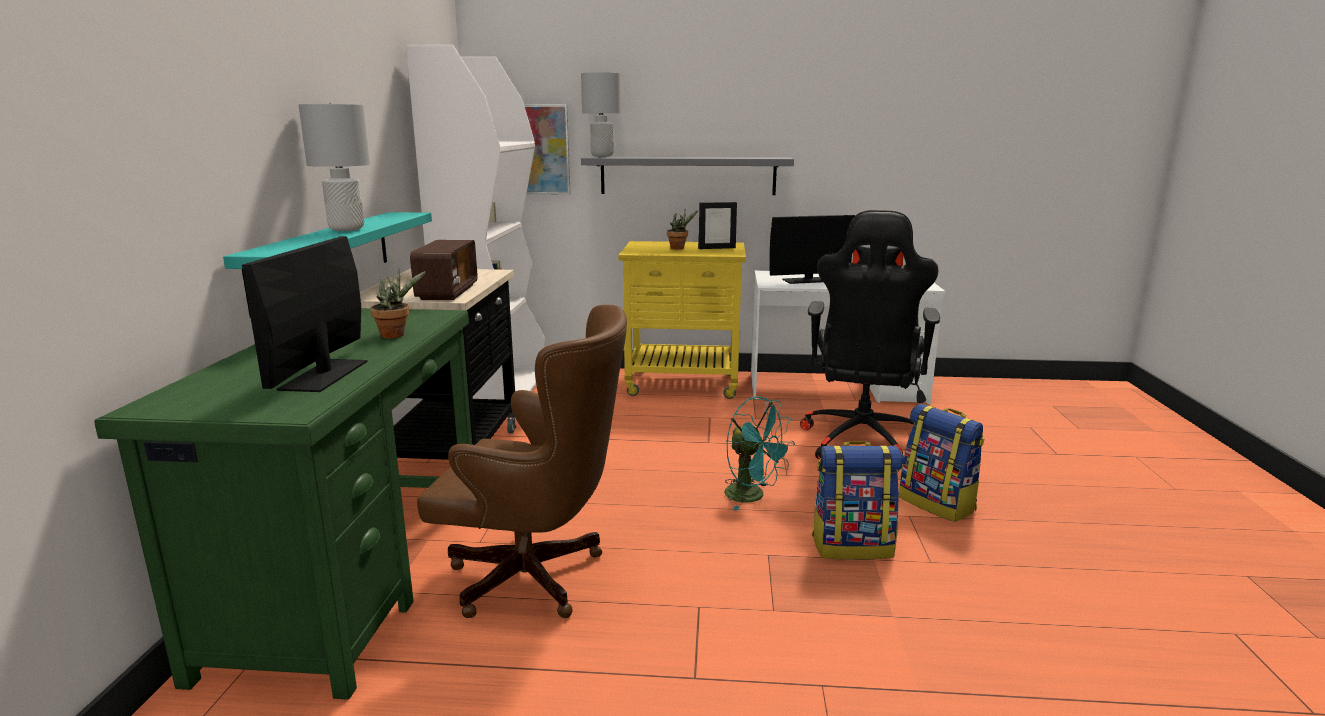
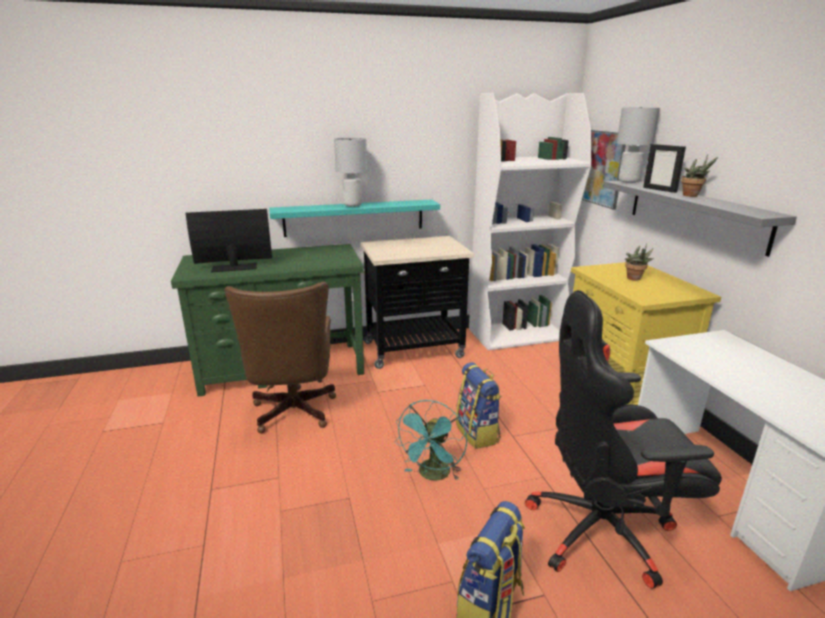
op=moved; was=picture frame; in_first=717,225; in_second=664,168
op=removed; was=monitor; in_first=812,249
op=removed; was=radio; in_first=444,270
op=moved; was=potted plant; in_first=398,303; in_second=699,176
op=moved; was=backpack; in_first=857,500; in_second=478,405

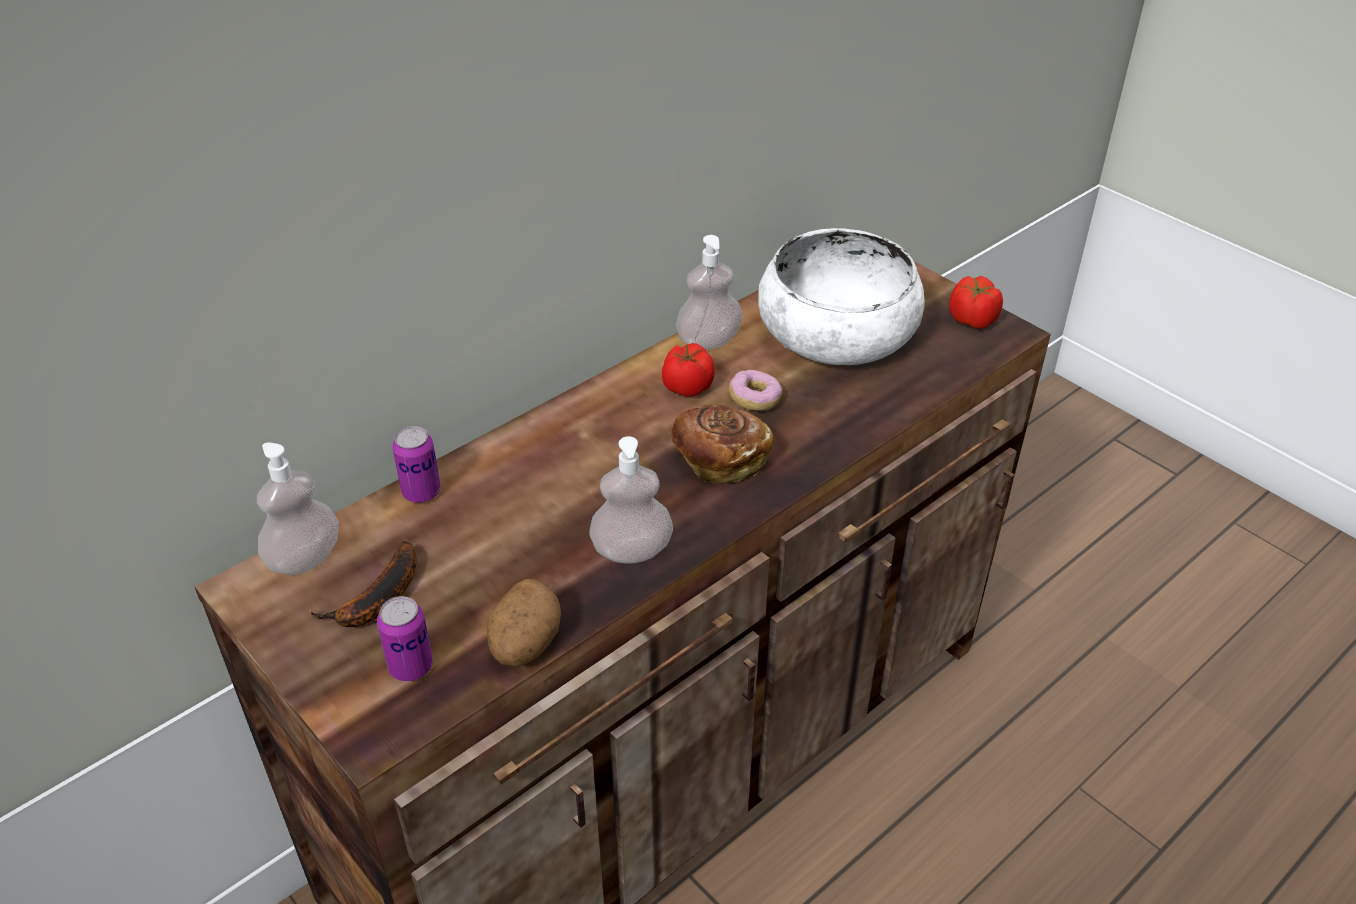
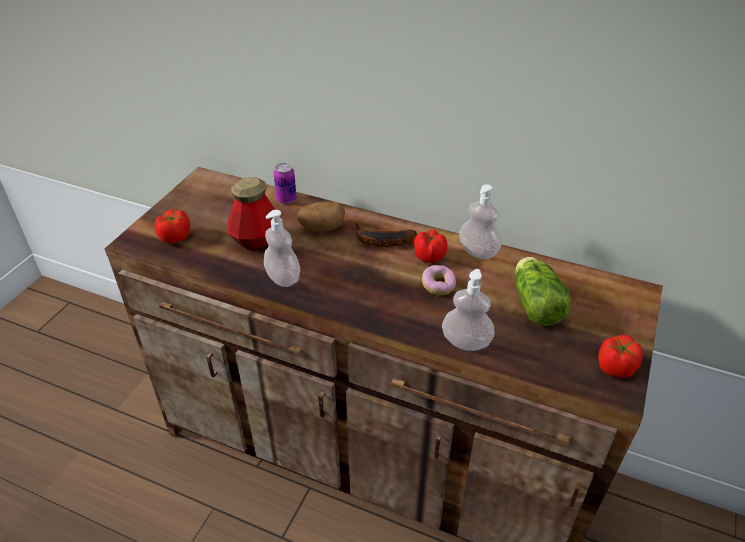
op=replaced; was=bowl in white; now=lettuce; in_first=841,296; in_second=543,291
op=removed; was=bread; in_first=722,444
op=moved; was=soap dispenser; in_first=298,508; in_second=468,310
op=moved; was=banana; in_first=362,584; in_second=386,234
op=moved; was=potato; in_first=524,622; in_second=321,217
op=replaced; was=can; now=tomato; in_first=405,638; in_second=172,226
op=added; now=bottle; in_second=253,213

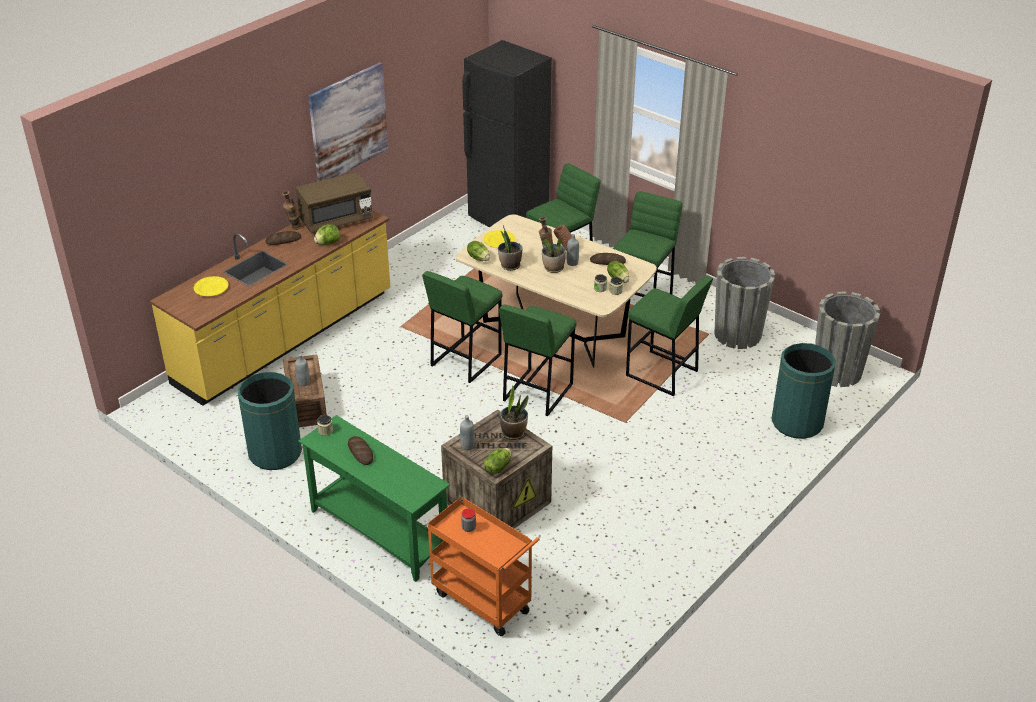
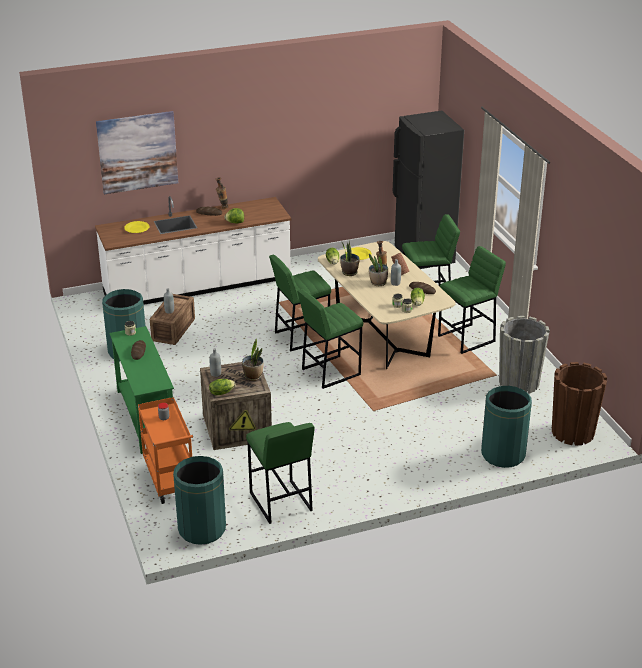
op=moved; was=picture; in_first=348,121; in_second=137,152
op=removed; was=microwave in brown; in_first=334,202
op=recoloured; was=counter in yellow; now=counter in white; in_first=270,308; in_second=193,250
op=moved; was=stool in green; in_first=669,336; in_second=280,473
op=recoloured; was=planter in grey; now=planter in brown; in_first=847,339; in_second=579,404
op=added; now=trash can in green; in_second=199,500

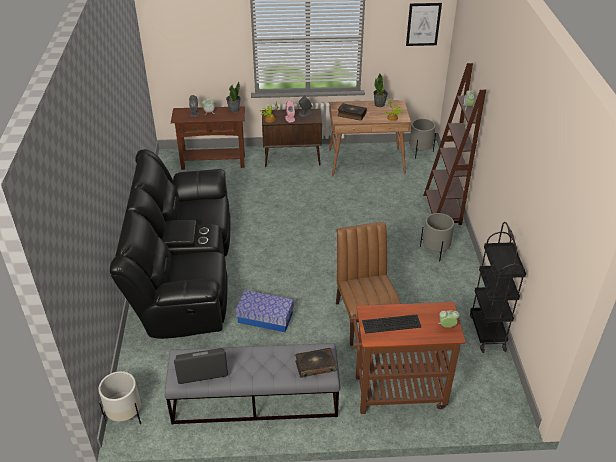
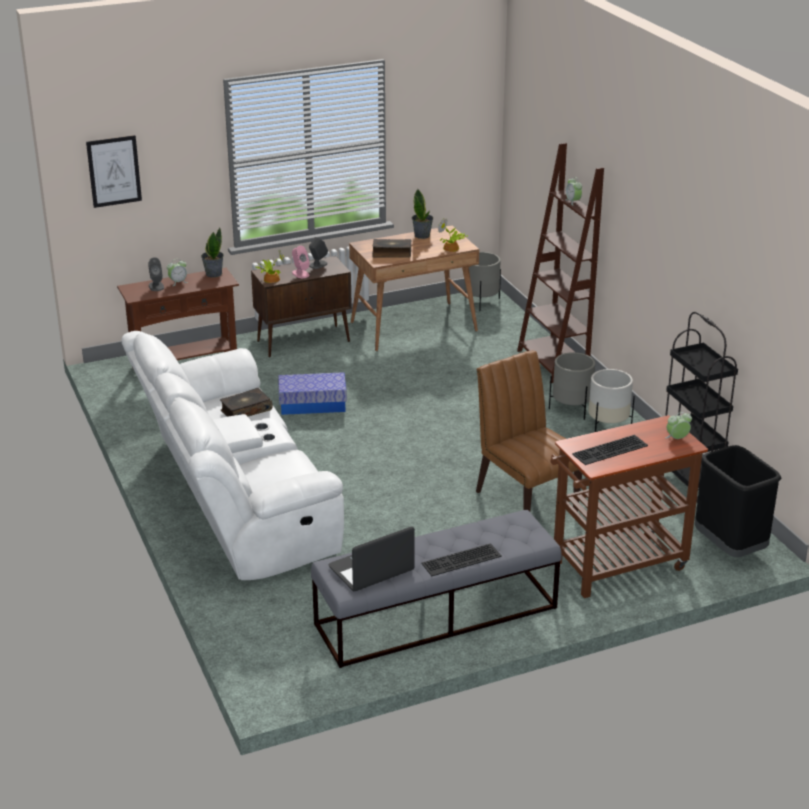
op=moved; was=picture; in_first=424,24; in_second=114,171
op=recoloured; was=sofa in black; now=sofa in white; in_first=170,244; in_second=233,455
op=moved; was=storage box; in_first=264,311; in_second=312,393
op=moved; was=book; in_first=316,363; in_second=246,402
op=moved; was=planter in white; in_first=119,397; in_second=611,400
op=added; now=trash can in black; in_second=738,501
op=added; now=keyboard; in_second=461,559

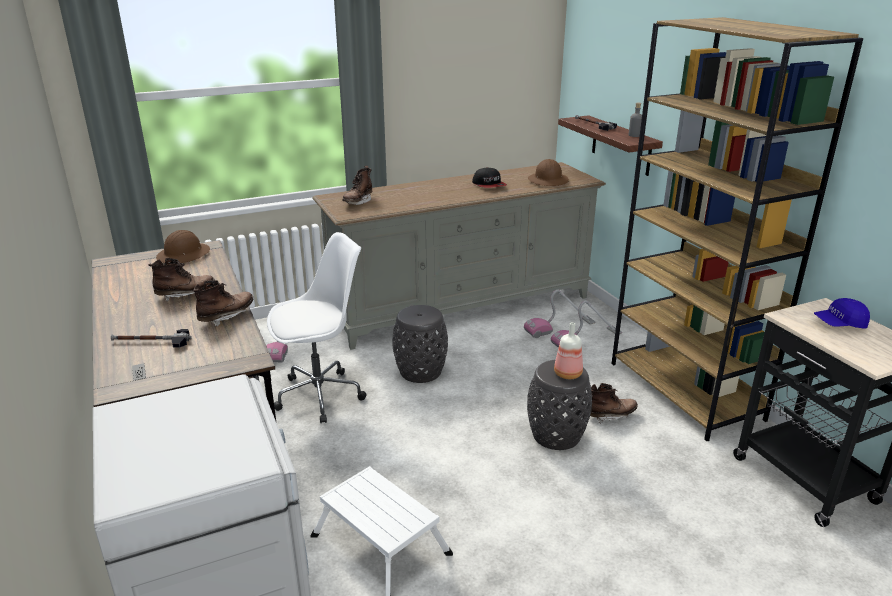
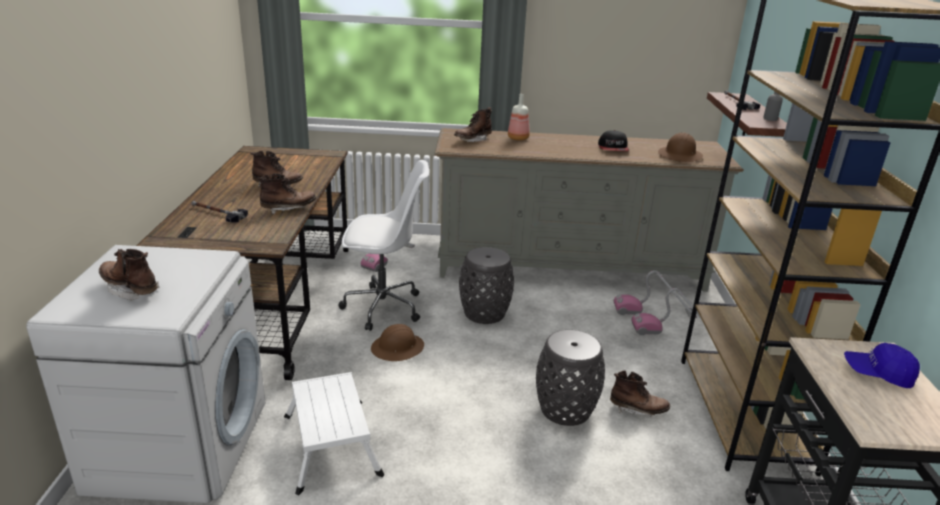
op=moved; was=hard hat in brown; in_first=183,246; in_second=397,342
op=moved; was=bottle; in_first=568,350; in_second=519,117
op=added; now=boot in brown; in_second=129,275

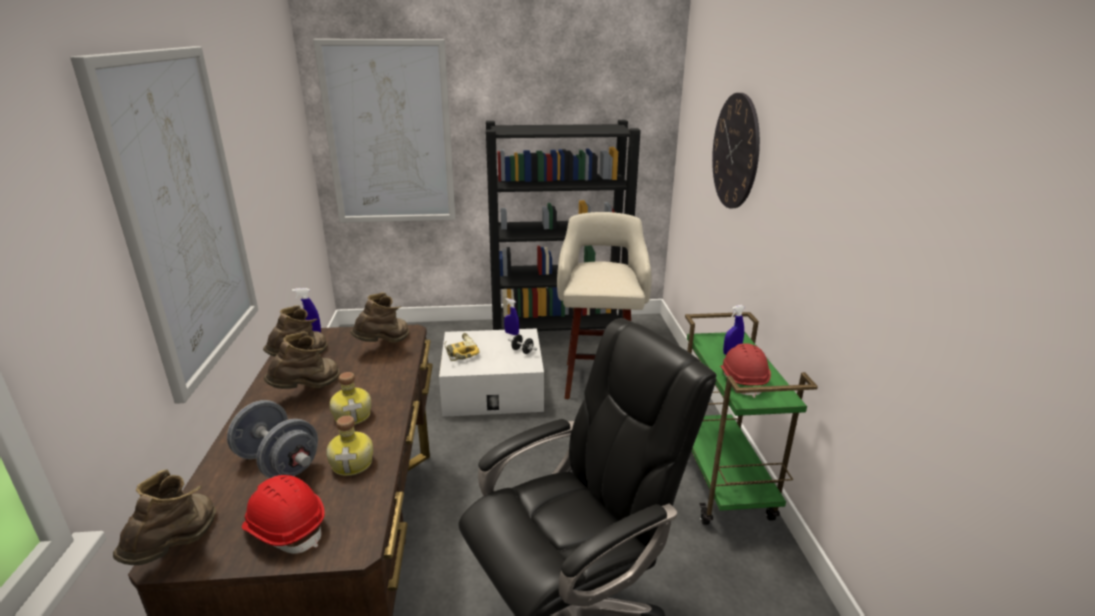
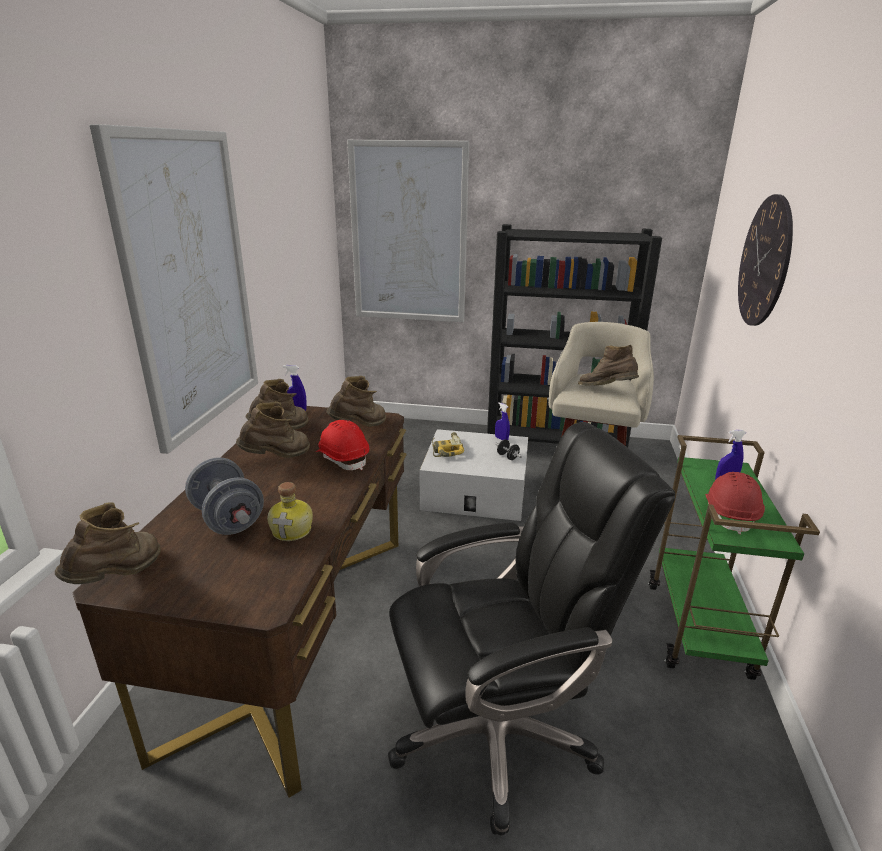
op=removed; was=bottle; in_first=350,398
op=moved; was=hard hat in red; in_first=283,514; in_second=342,445
op=added; now=boot in brown; in_second=608,365

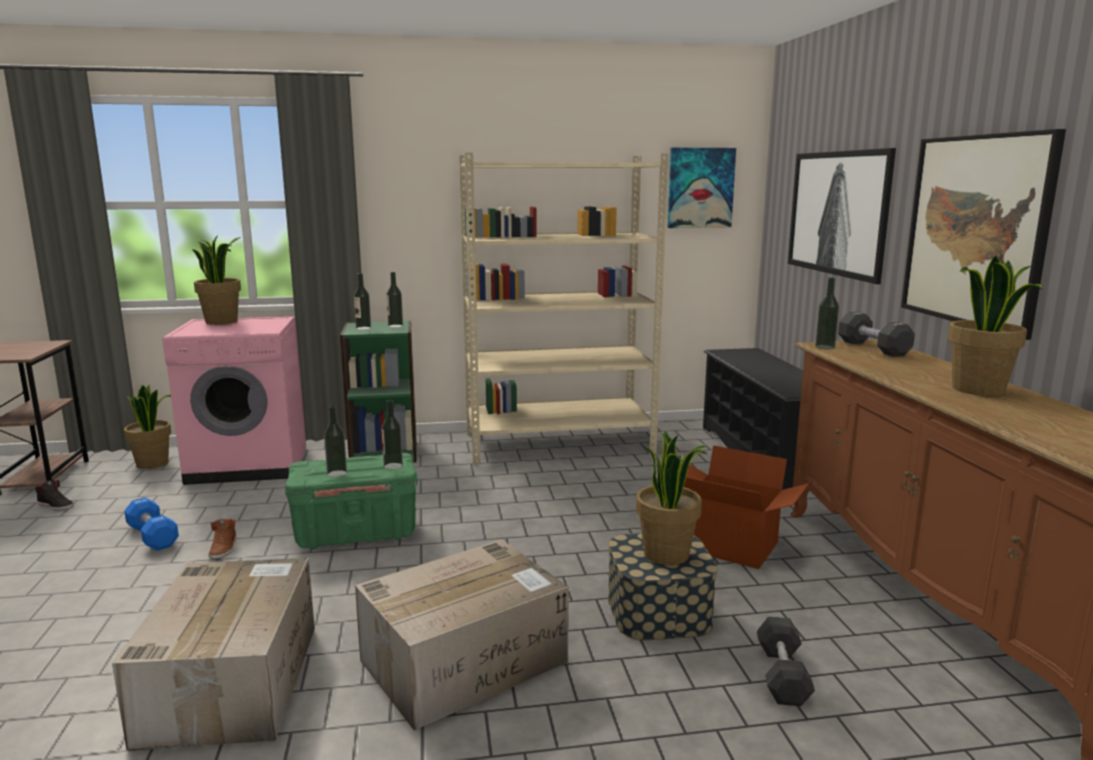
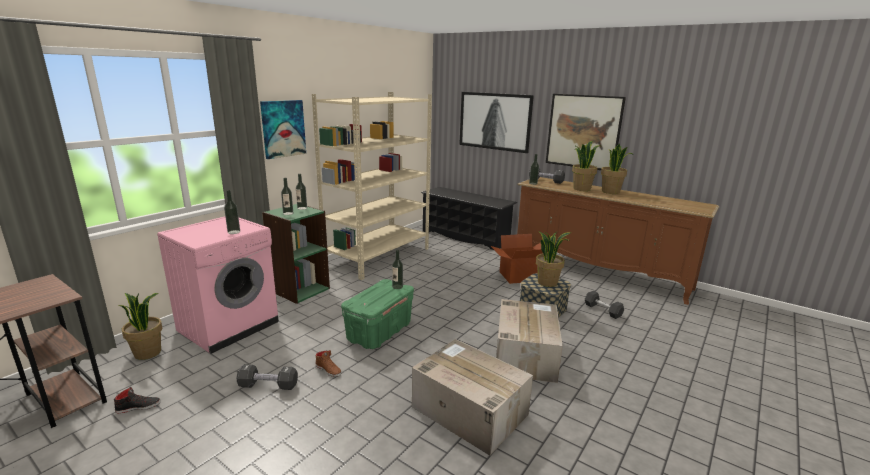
op=moved; was=picture; in_first=701,188; in_second=283,129
op=moved; was=potted plant; in_first=217,280; in_second=586,166
op=moved; was=bottle; in_first=335,442; in_second=232,212
op=recoloured; was=dumbbell in blue; now=dumbbell in black; in_first=151,524; in_second=267,377

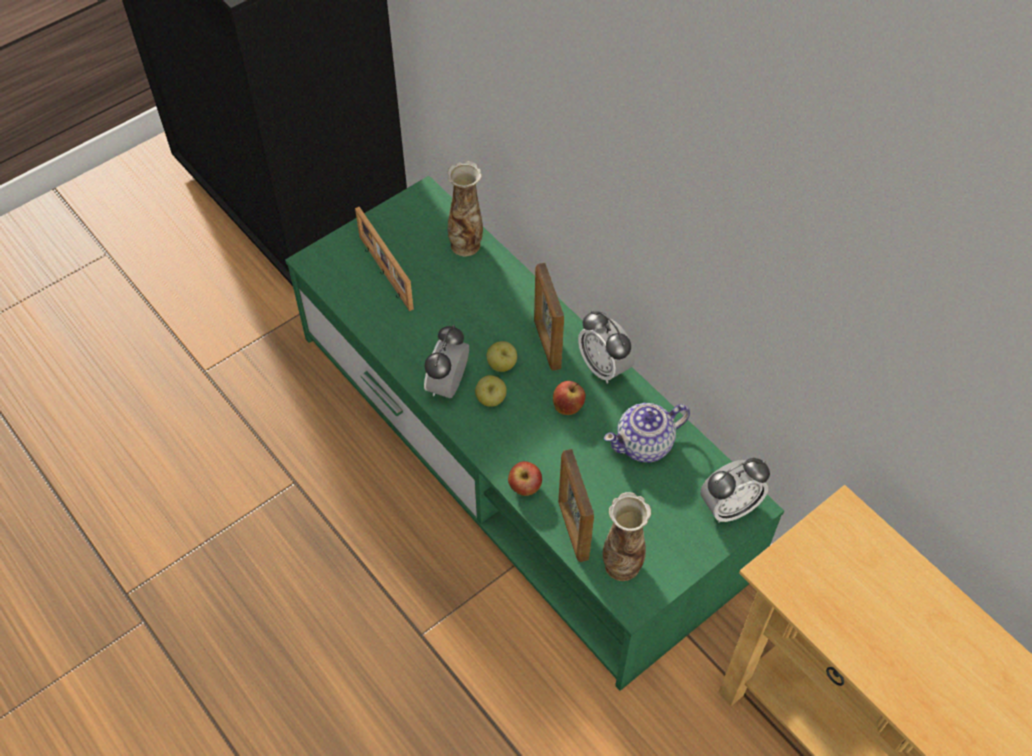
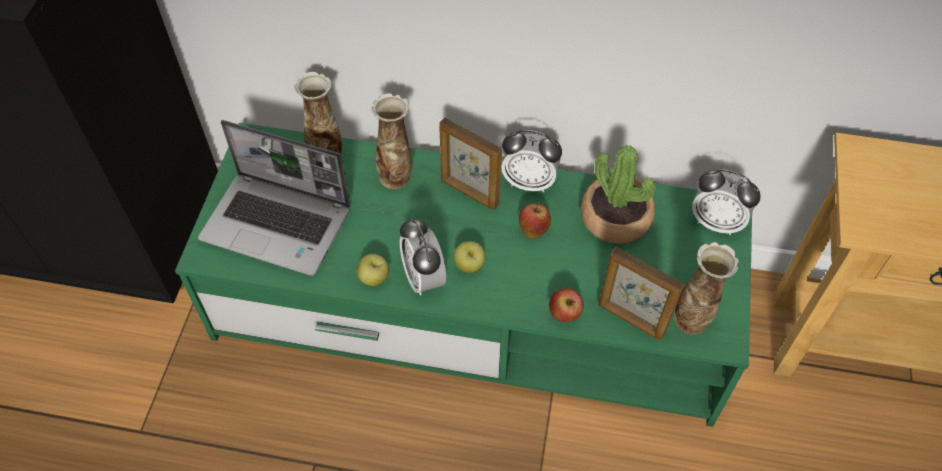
op=replaced; was=picture frame; now=laptop; in_first=384,259; in_second=274,198
op=moved; was=apple; in_first=502,356; in_second=373,270
op=replaced; was=teapot; now=potted plant; in_first=647,433; in_second=618,194
op=turned; was=alarm clock; in_first=735,490; in_second=726,202; clockwise=90
op=added; now=vase; in_second=391,141

